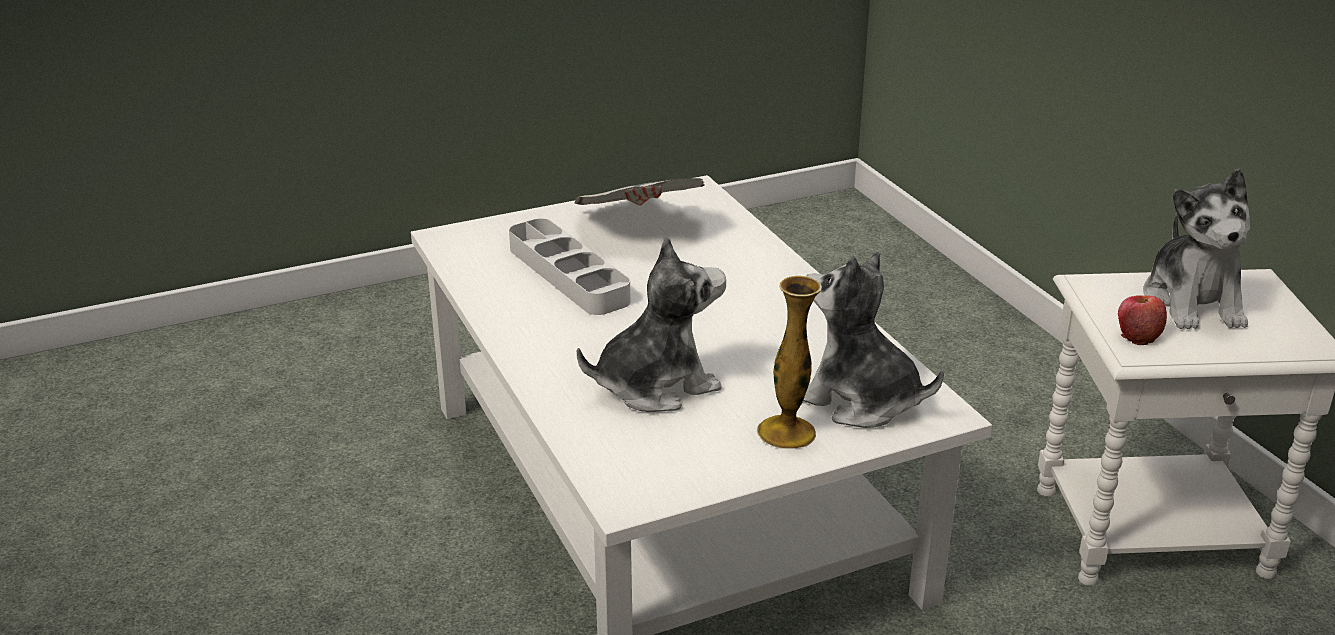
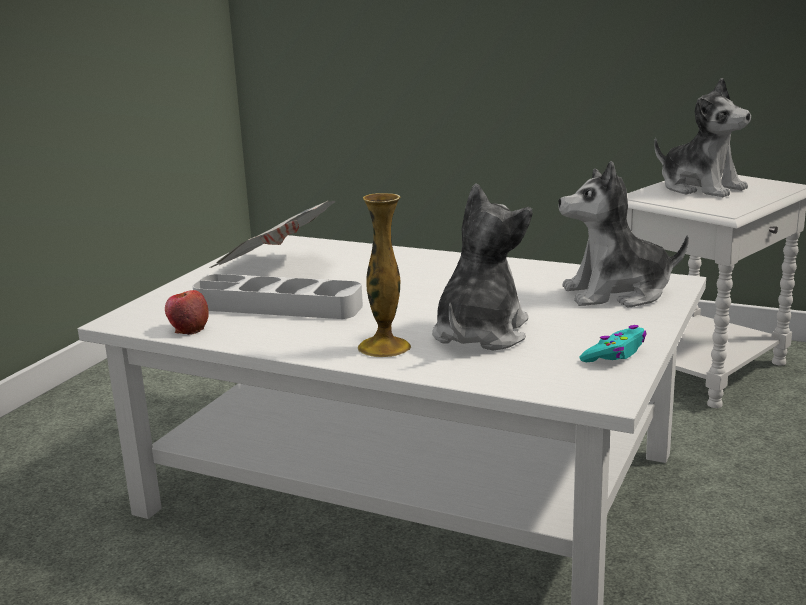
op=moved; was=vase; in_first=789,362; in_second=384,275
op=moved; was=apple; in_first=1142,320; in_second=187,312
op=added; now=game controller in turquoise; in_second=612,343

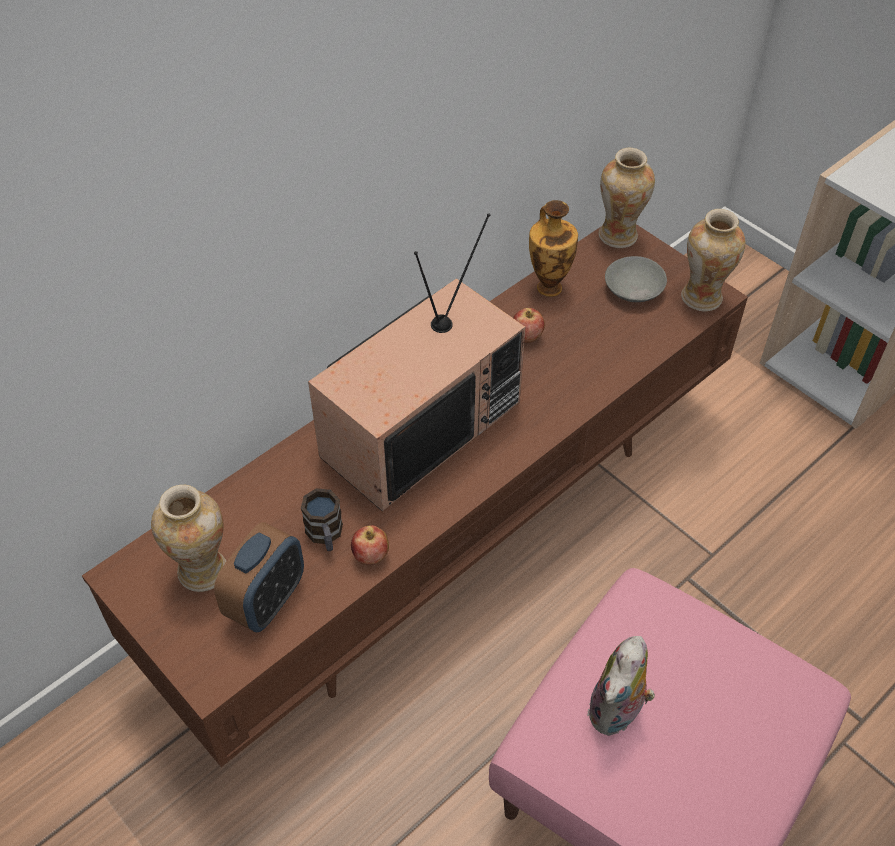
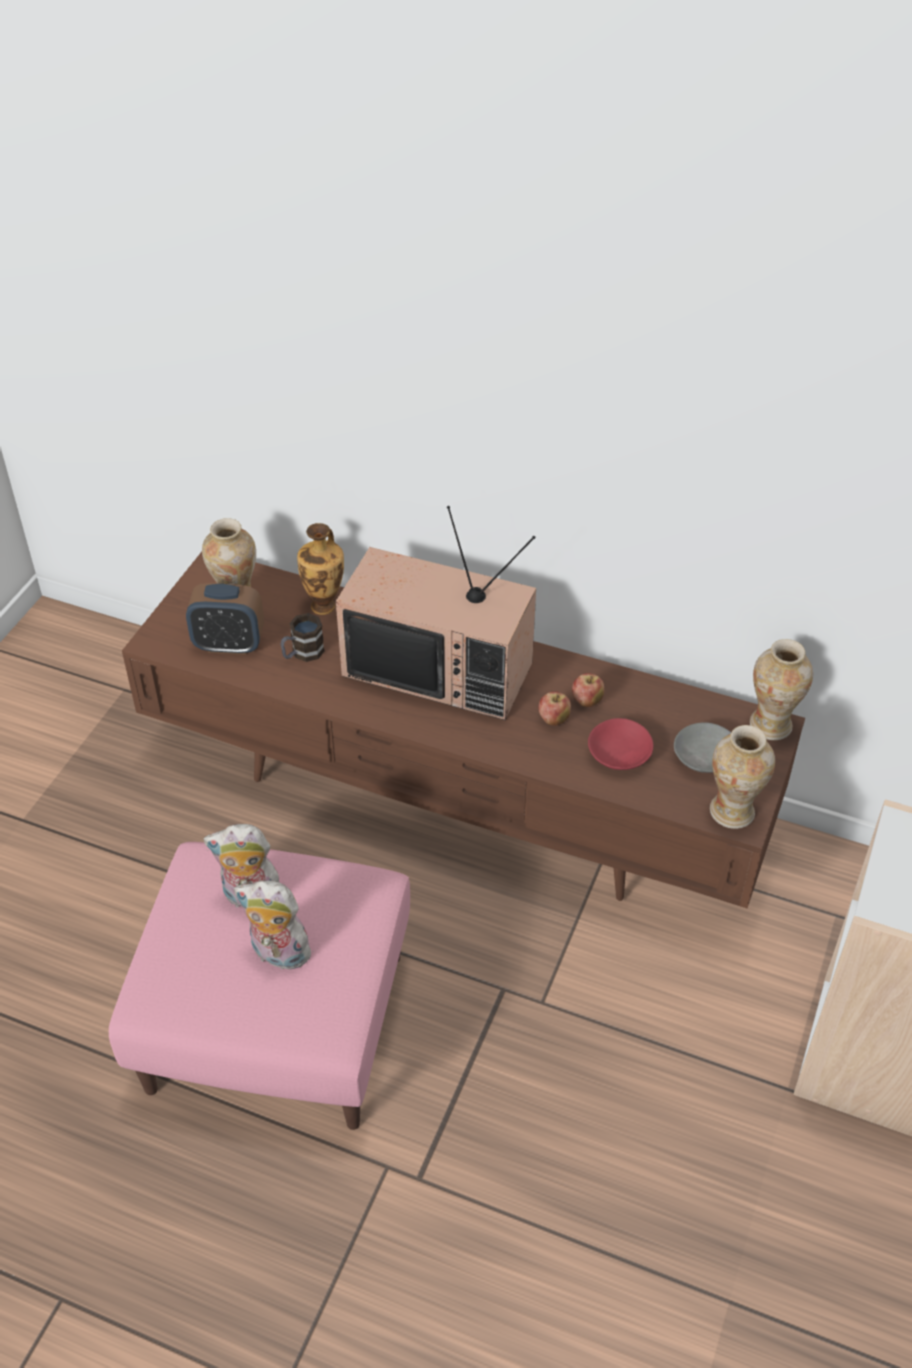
op=moved; was=vase; in_first=553,248; in_second=320,569
op=moved; was=apple; in_first=370,545; in_second=555,708
op=added; now=bowl in red; in_second=621,744
op=added; now=plush toy; in_second=276,924

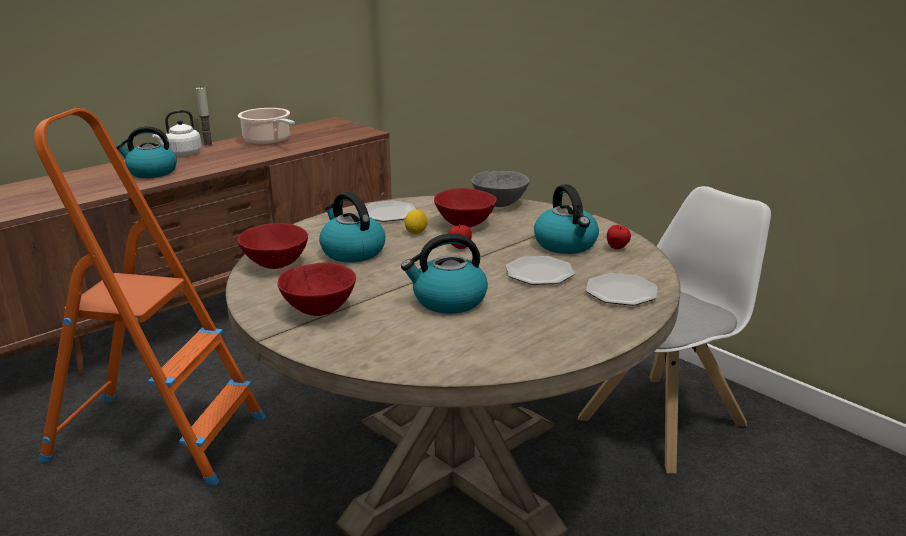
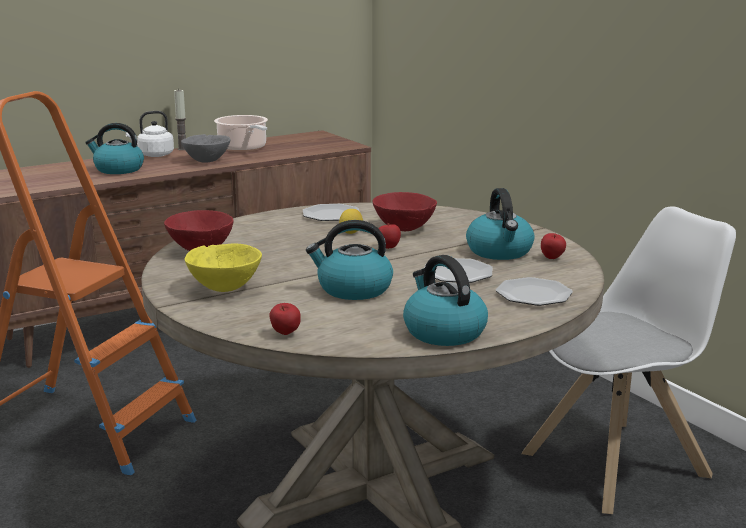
op=moved; was=bowl in grey; in_first=500,189; in_second=206,148
op=moved; was=kettle; in_first=352,227; in_second=445,300
op=recoloured; was=bowl in red; now=bowl in yellow; in_first=317,289; in_second=223,267
op=added; now=apple; in_second=285,319

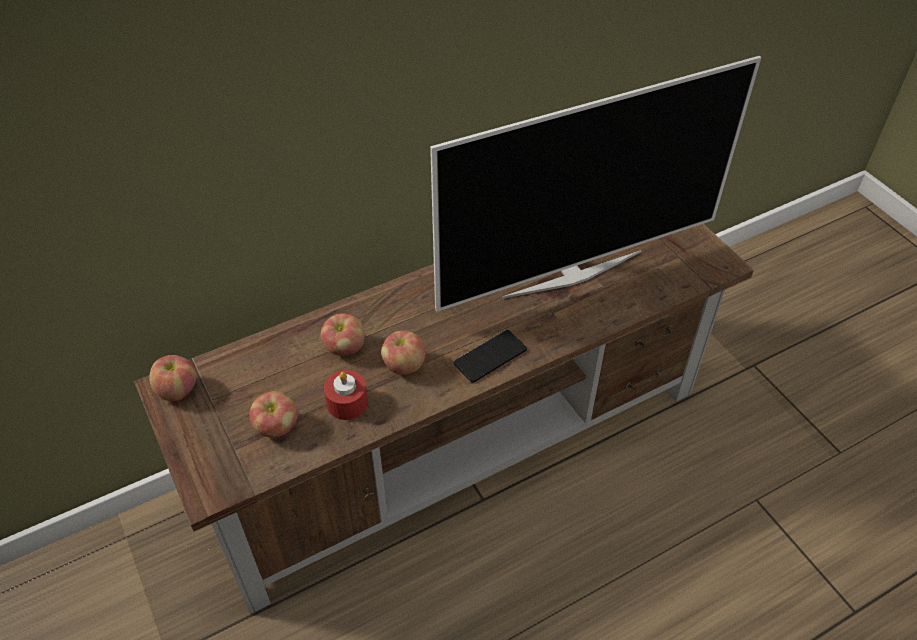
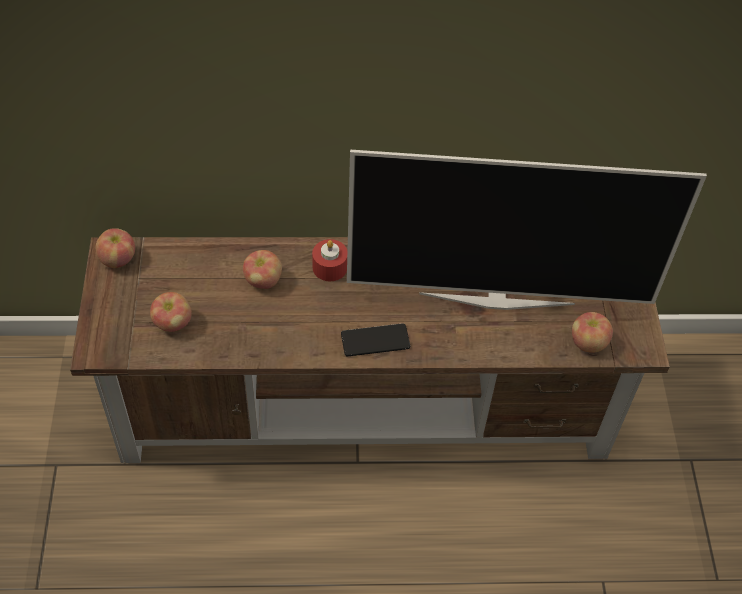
op=moved; was=apple; in_first=403,352; in_second=592,332
op=moved; was=candle in red; in_first=346,395; in_second=329,260

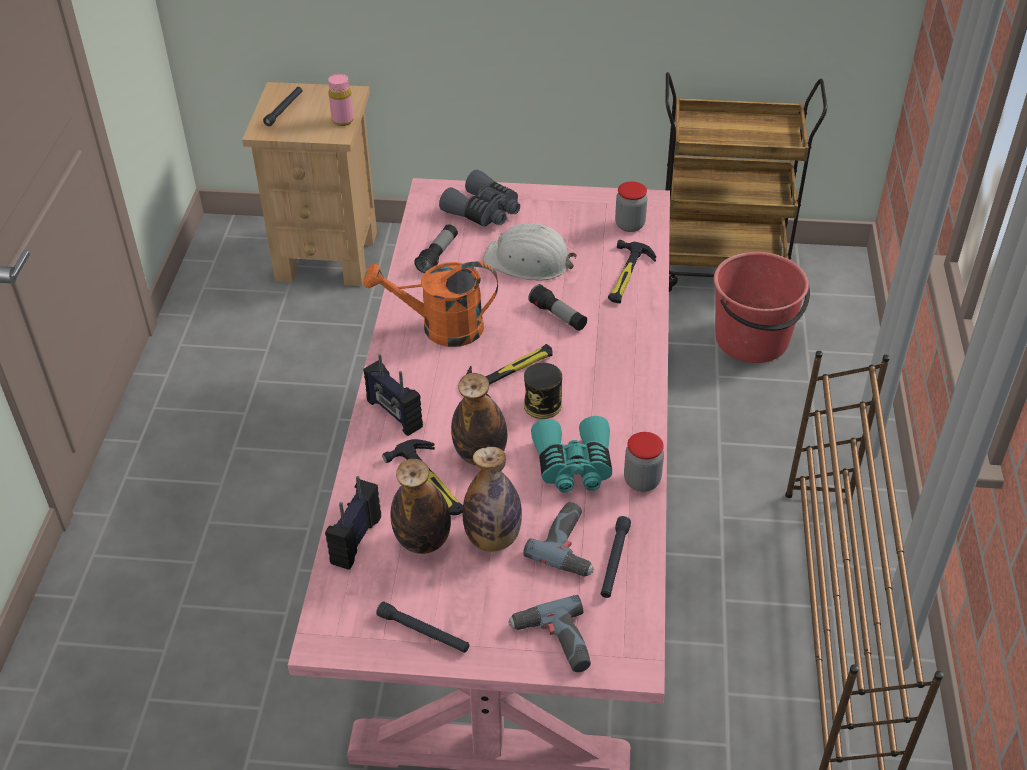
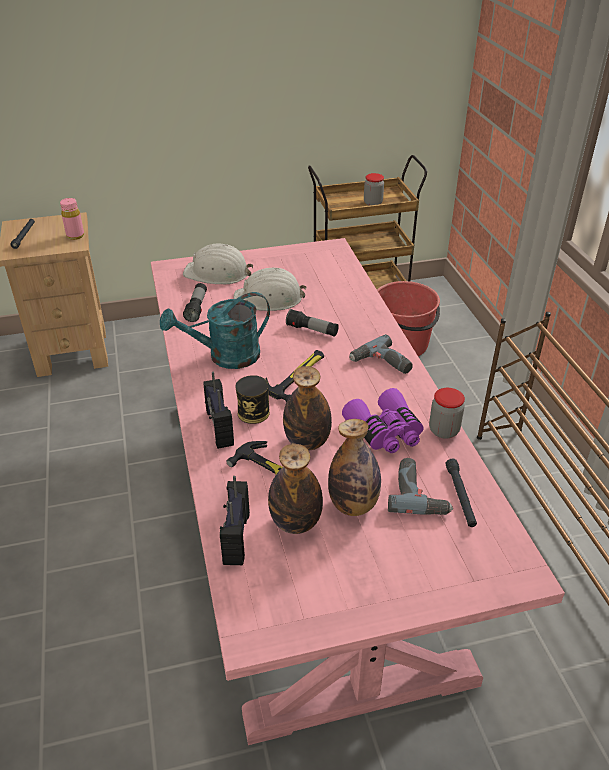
op=replaced; was=binoculars in grey; now=hard hat in white; in_first=479,198; in_second=218,264
op=moved; was=jar; in_first=631,206; in_second=374,189
op=removed; was=hammer; in_first=632,271
op=recoloured; was=watering can in orange; now=watering can in turquoise; in_first=431,304; in_second=215,330
op=turned; was=radio; in_first=393,395; in_second=218,410; clockwise=45
op=moved; was=can; in_first=543,391; in_second=253,399
op=recoloured; was=binoculars in turquoise; now=binoculars in purple; in_first=571,454; in_second=383,420
op=moved; was=power drill; in_first=549,633; in_second=381,354
op=removed; was=flashlight in black; in_first=422,627

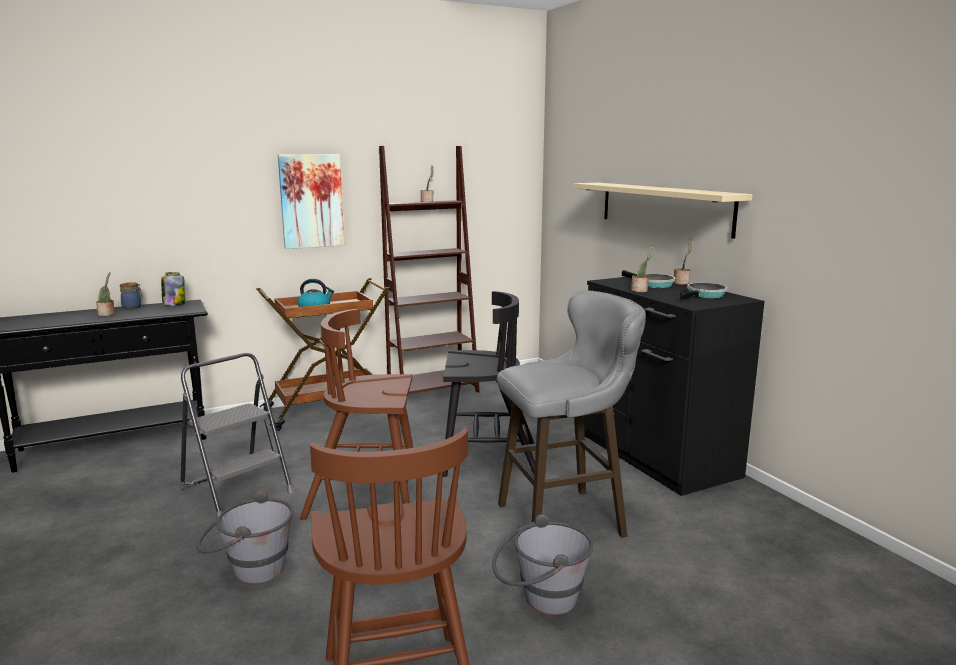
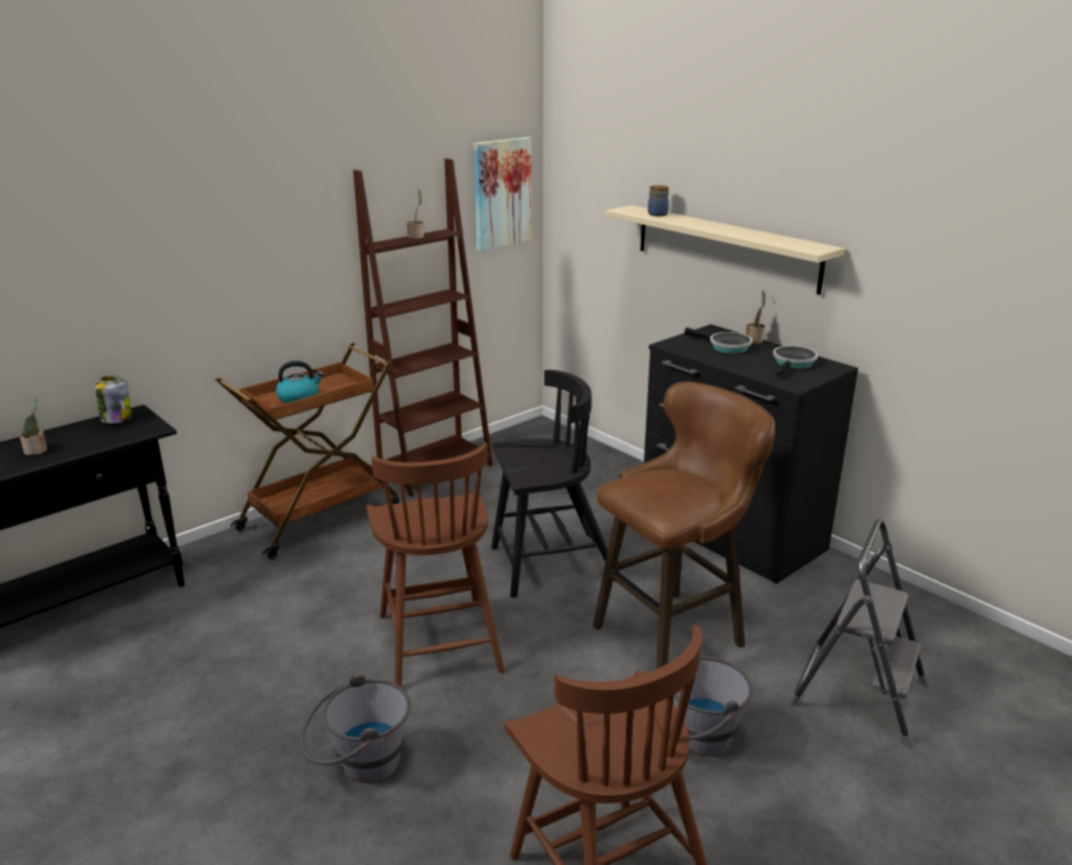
op=moved; was=picture; in_first=311,201; in_second=502,194
op=removed; was=potted plant; in_first=642,268
op=moved; was=jar; in_first=131,295; in_second=658,201
op=recoloured; was=stool in grey; now=stool in brown; in_first=571,414; in_second=684,525
op=turned; was=chair in brown; in_first=356,414; in_second=435,564; clockwise=-90
op=moved; was=step ladder in grey; in_first=237,436; in_second=860,633

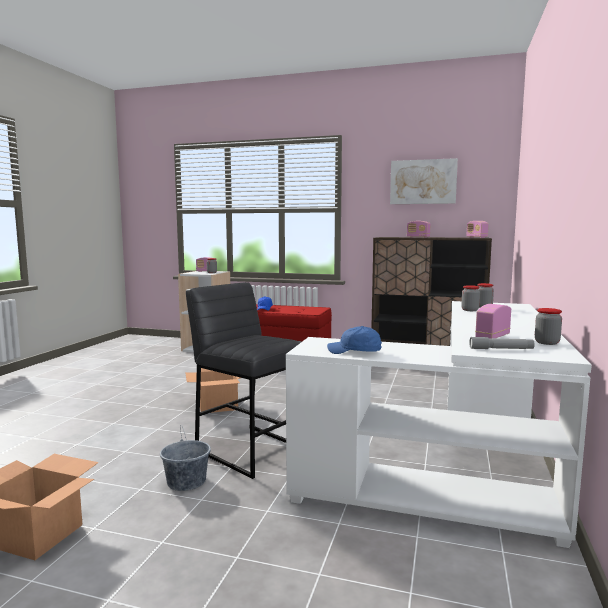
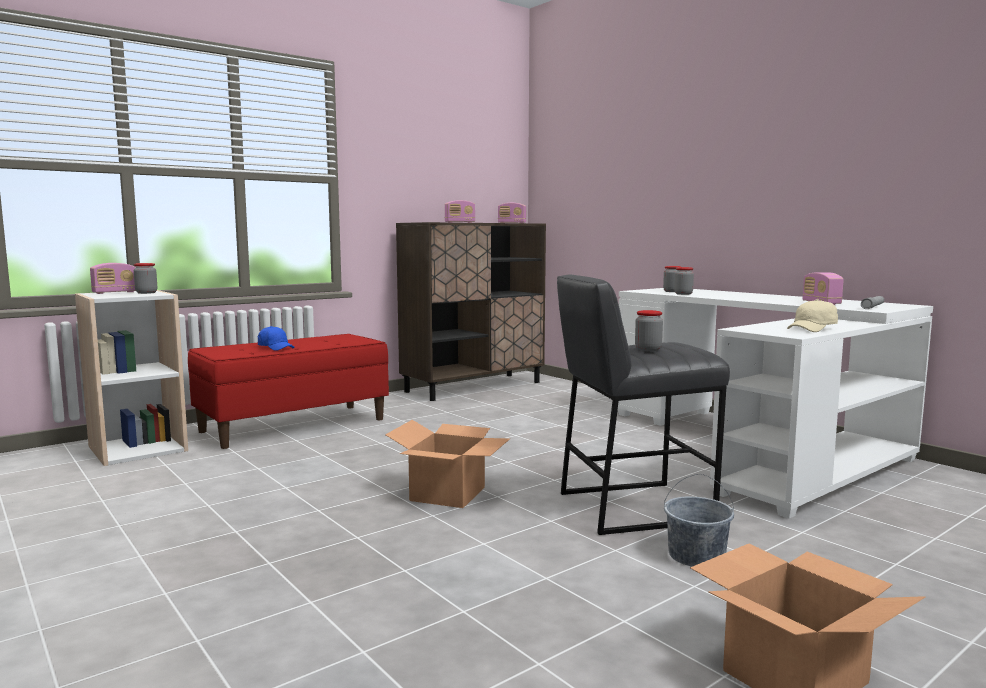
op=removed; was=picture; in_first=424,181
op=moved; was=jar; in_first=548,326; in_second=649,330
op=recoloured; was=cap in blue; now=cap in beige; in_first=354,340; in_second=812,315

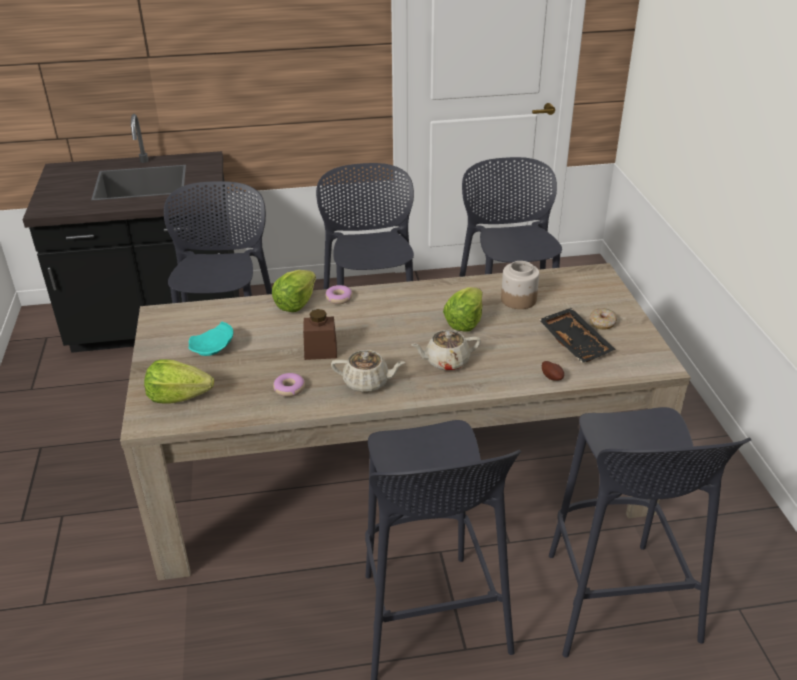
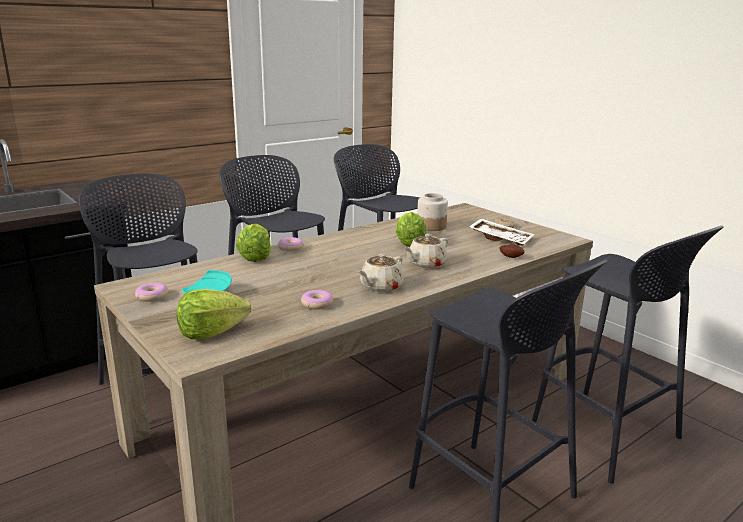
op=recoloured; was=tray in black; now=tray in white; in_first=577,335; in_second=501,232
op=removed; was=jar in brown; in_first=320,334
op=turned; was=teapot in beige; in_first=368,371; in_second=381,273; clockwise=150
op=added; now=donut; in_second=151,292

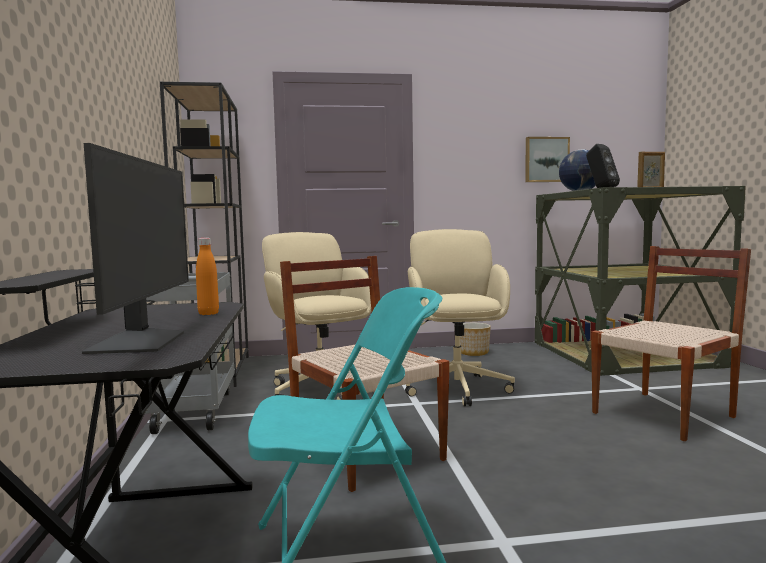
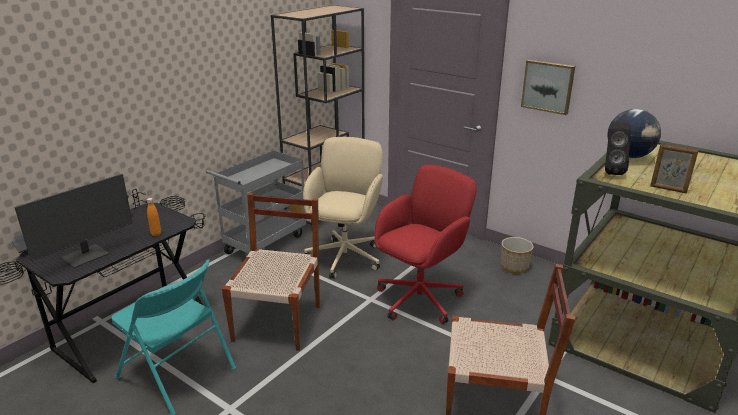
op=moved; was=picture; in_first=547,159; in_second=548,87
op=recoloured; was=office chair in beige; now=office chair in red; in_first=460,317; in_second=425,244

